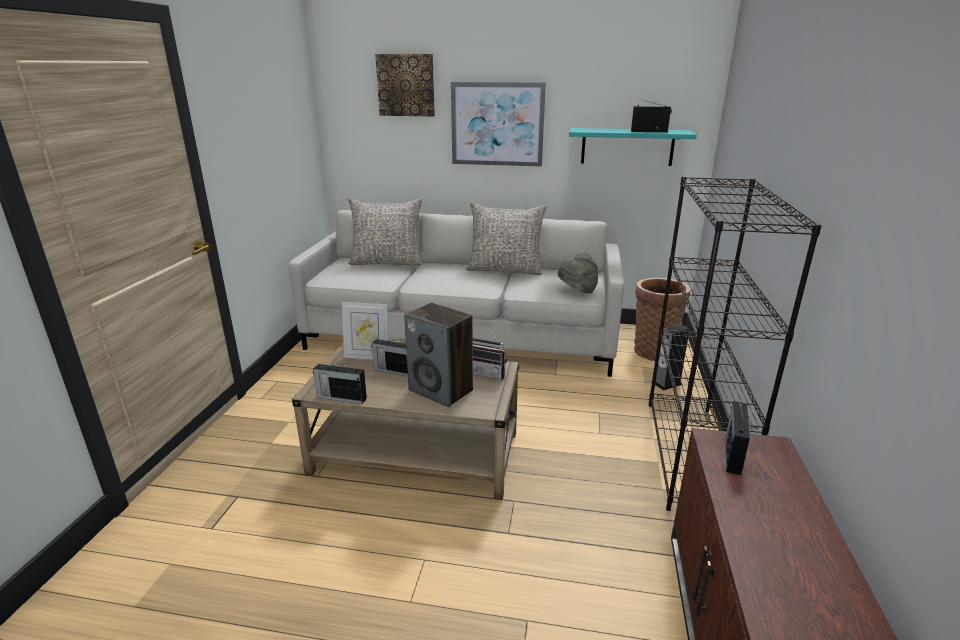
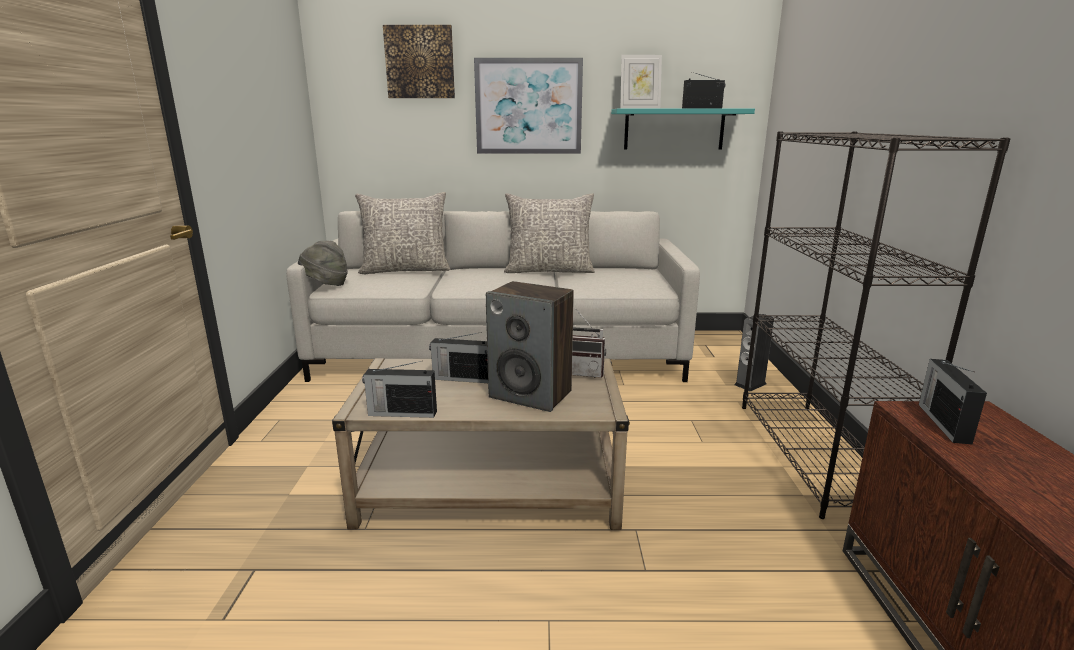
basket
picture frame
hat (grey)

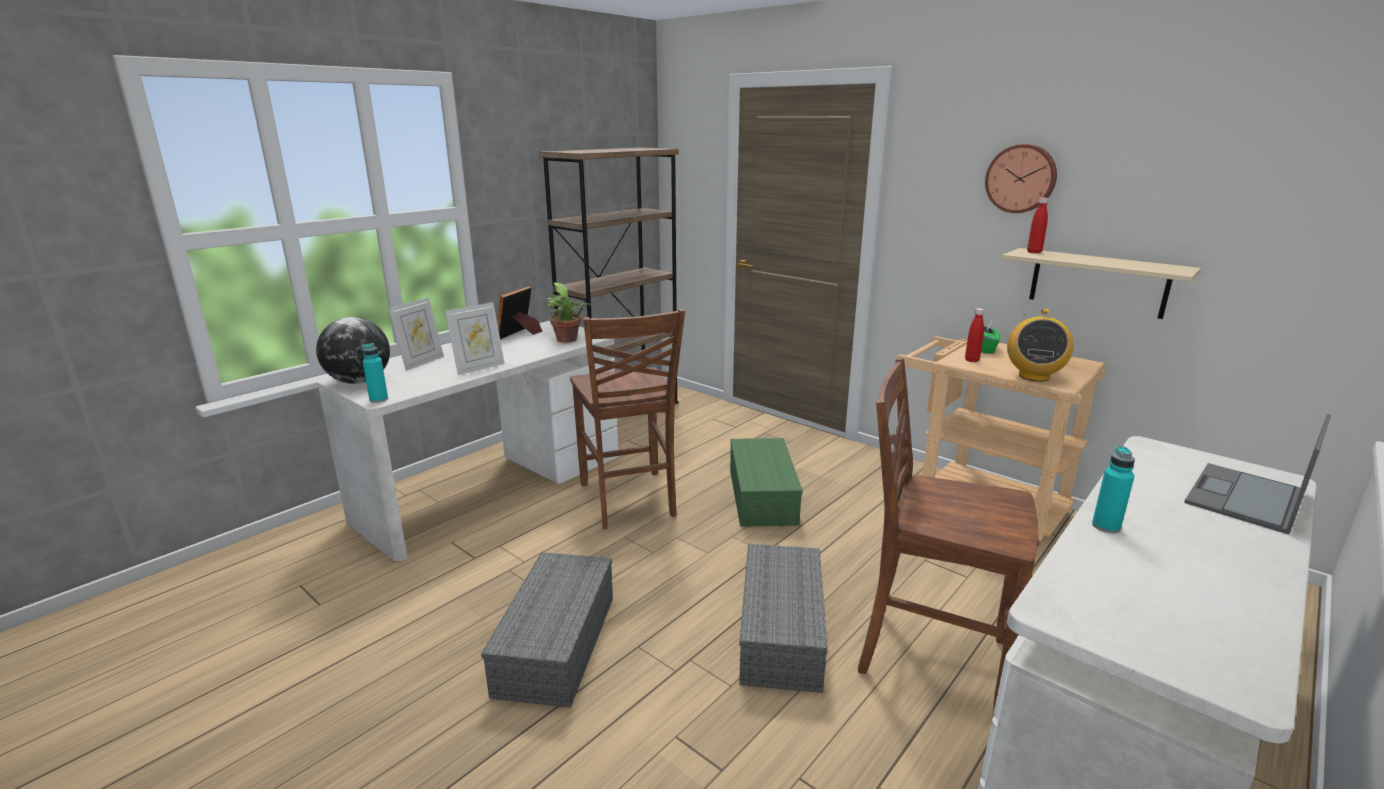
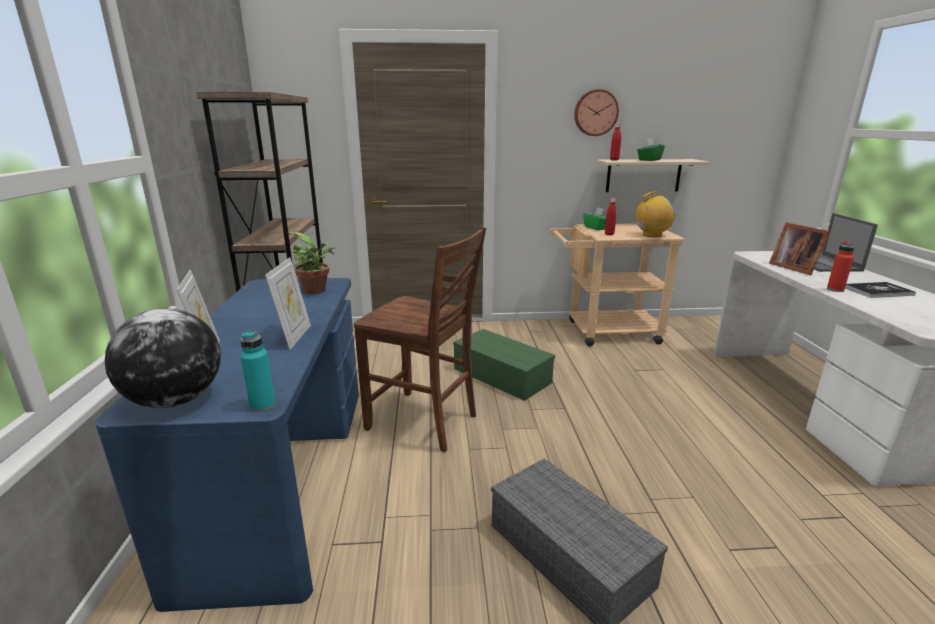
storage box (grey) (no. 2 from left in the first image)
chair (brown) (no. 2 from left in the first image)
tissue box (green) (no. 2 from left)
book
picture frame (no. 3 from left)
desk (blue)
bottle (red) (no. 3 from left)
radio

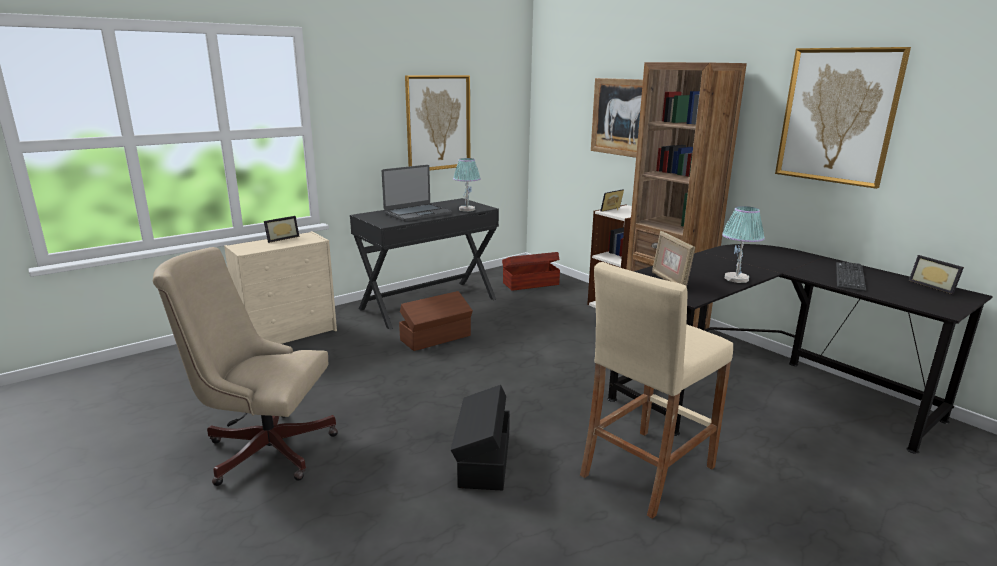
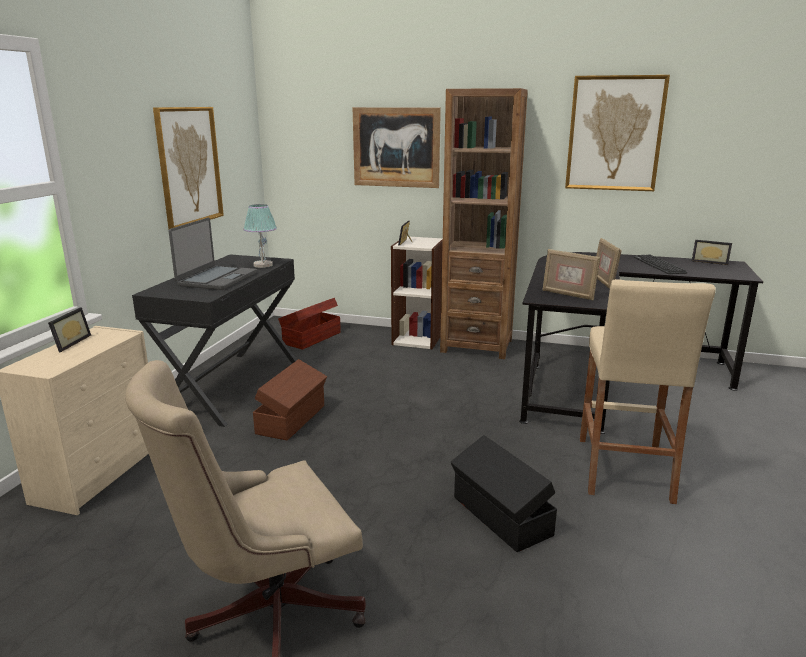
picture frame (no. 4 from left)

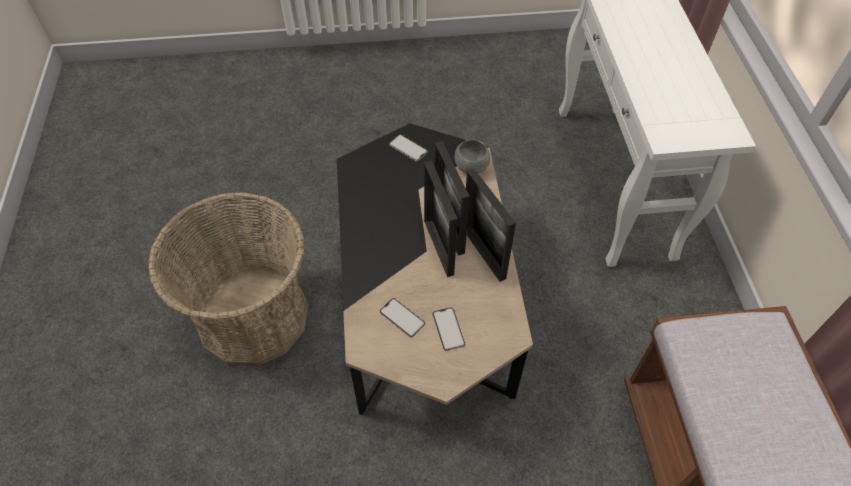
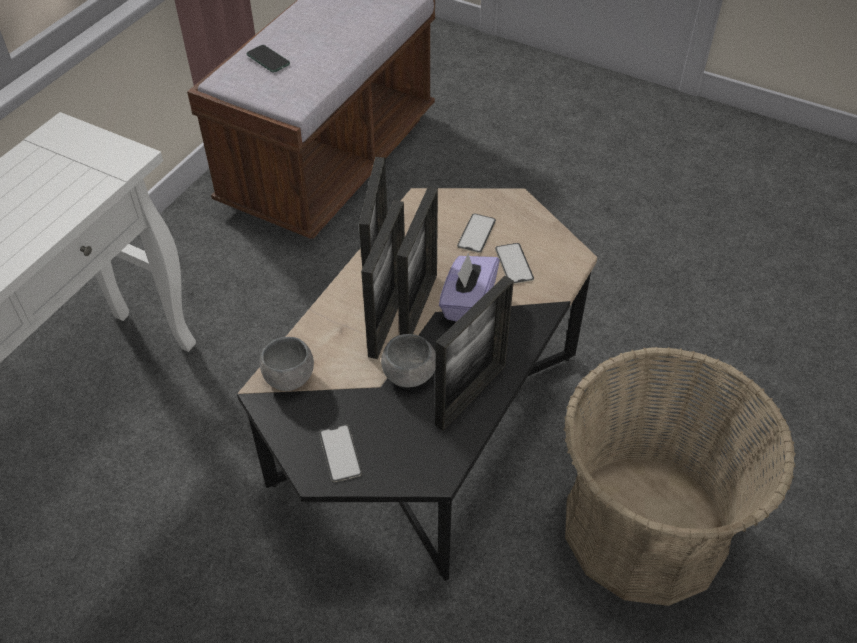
phone (no. 1 from left)
bowl (grey) (no. 2 from left)
picture frame (no. 4 from left)
tissue box (purple)

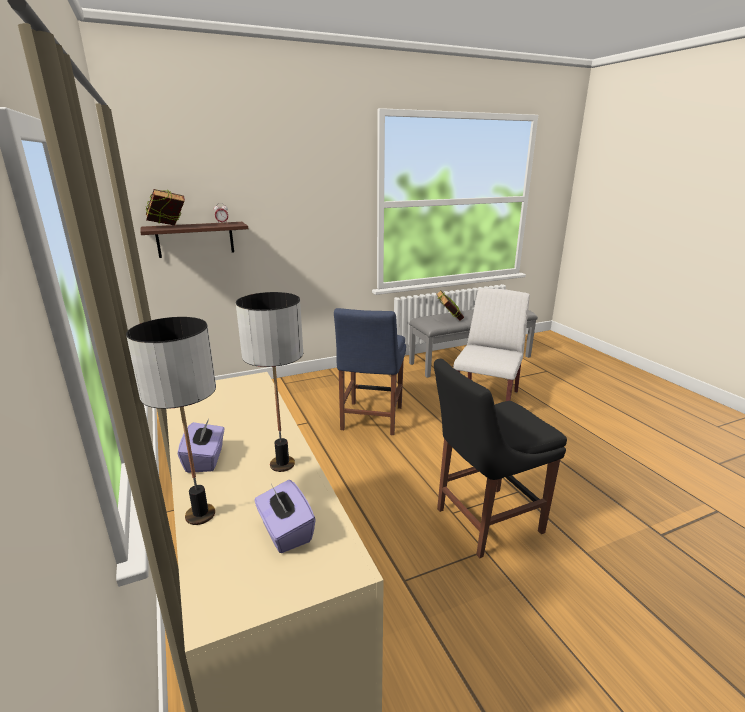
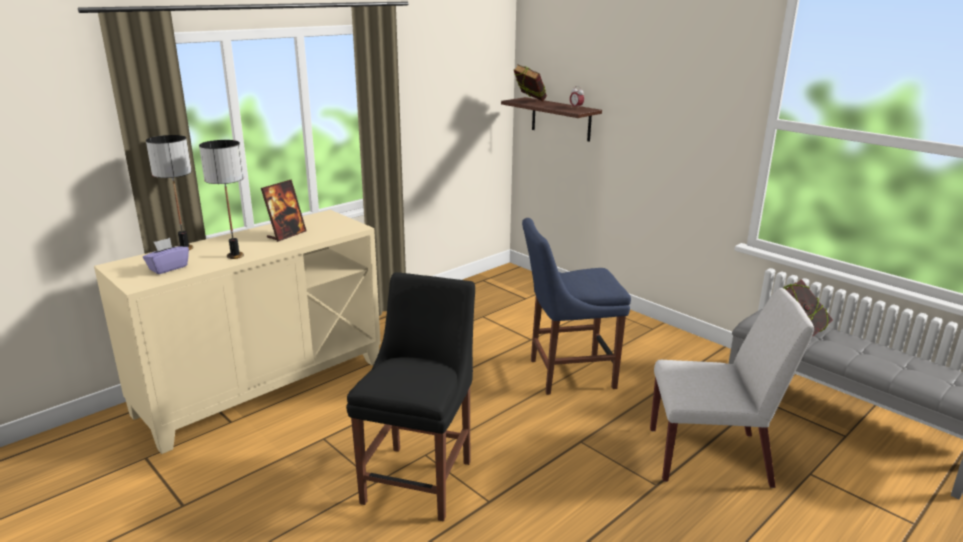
tissue box (purple) (no. 1 from left in the first image)
picture frame
chair (black)

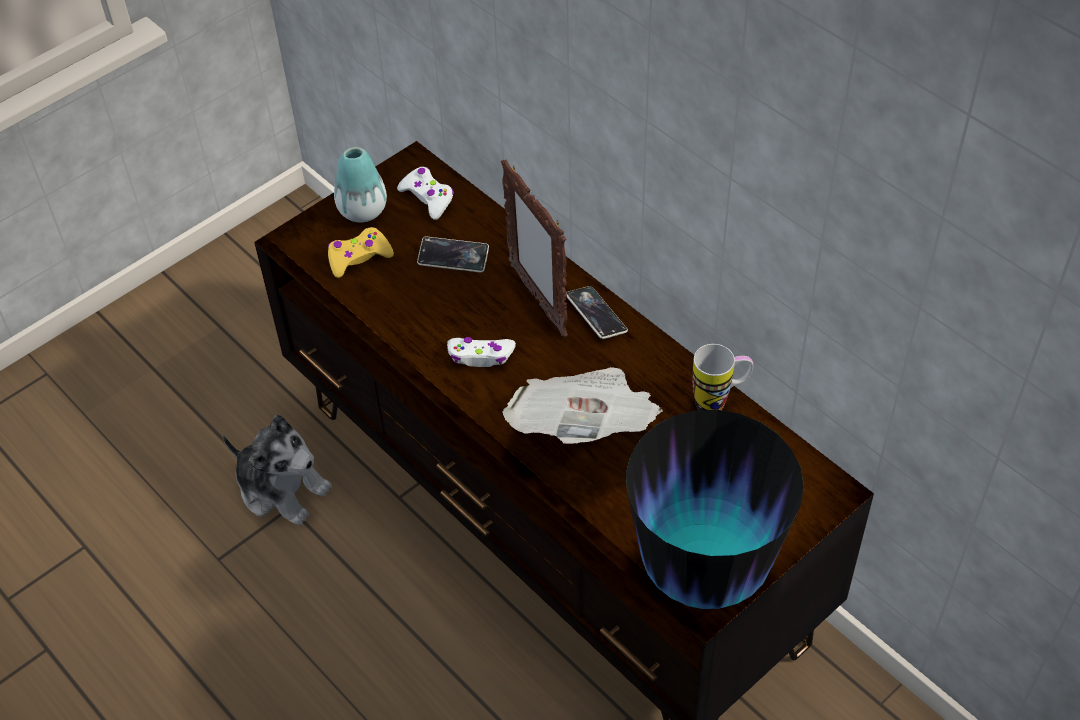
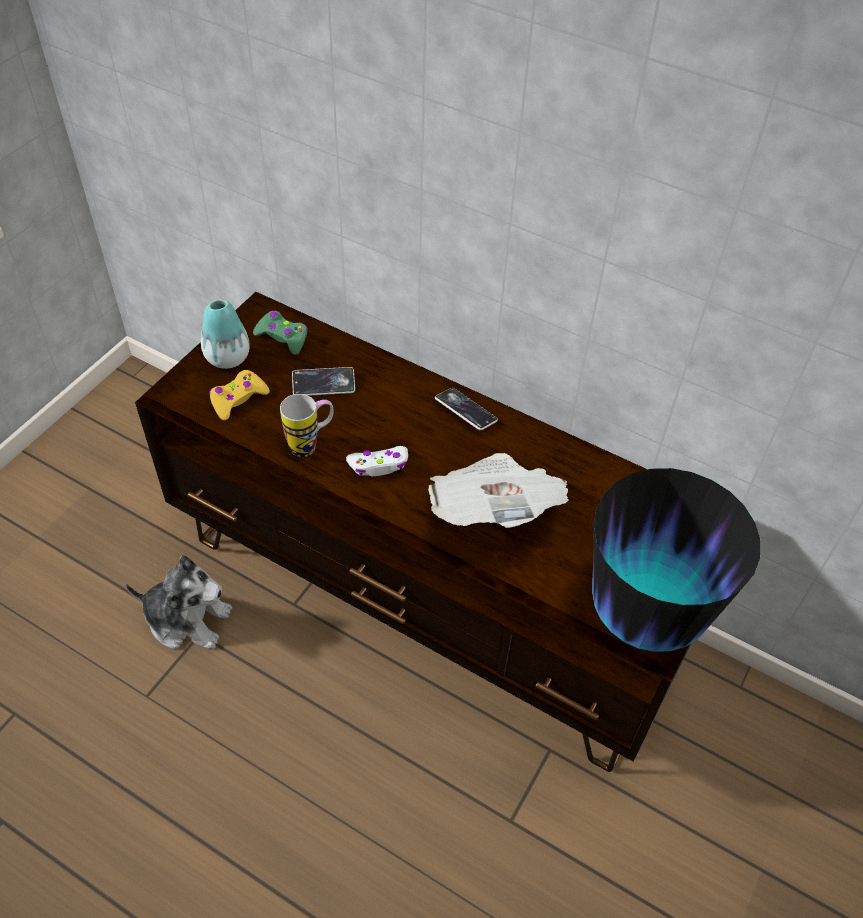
picture frame
mug
game controller (green)

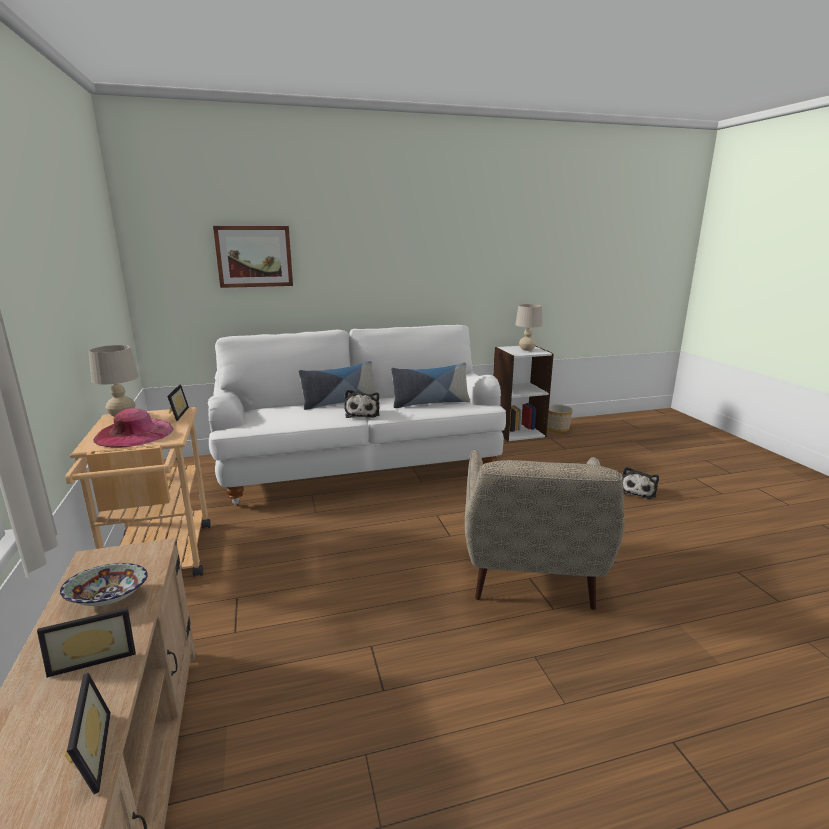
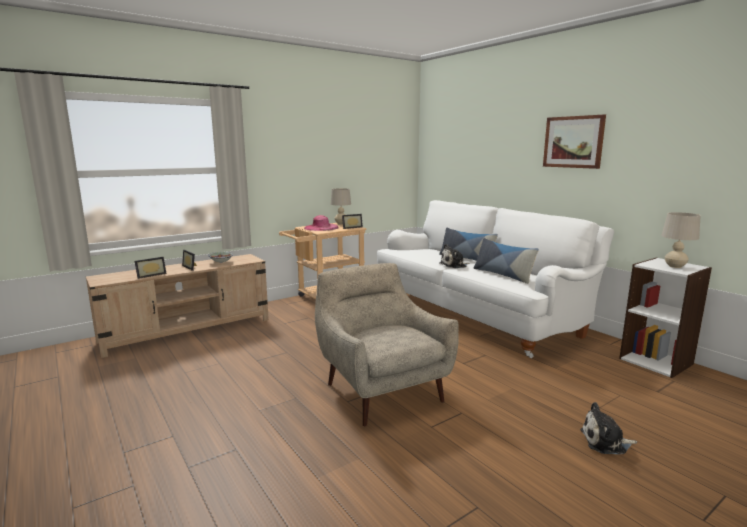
planter
picture
armchair (beige)

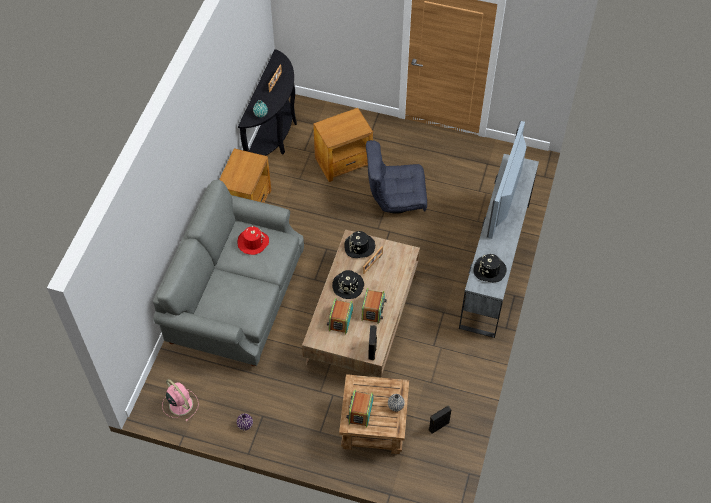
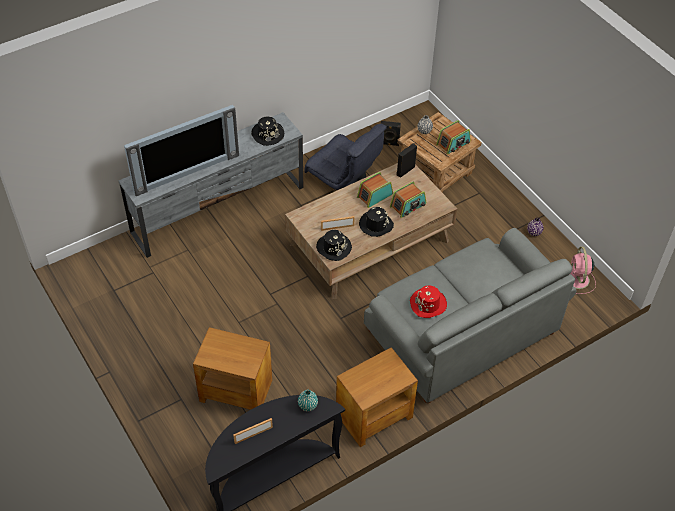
armchair (grey)

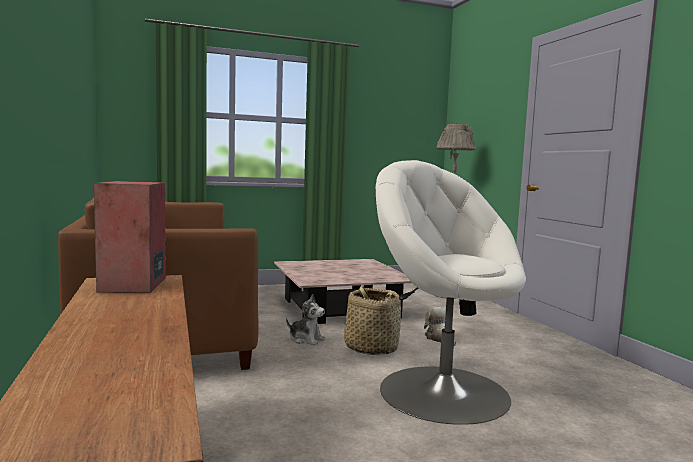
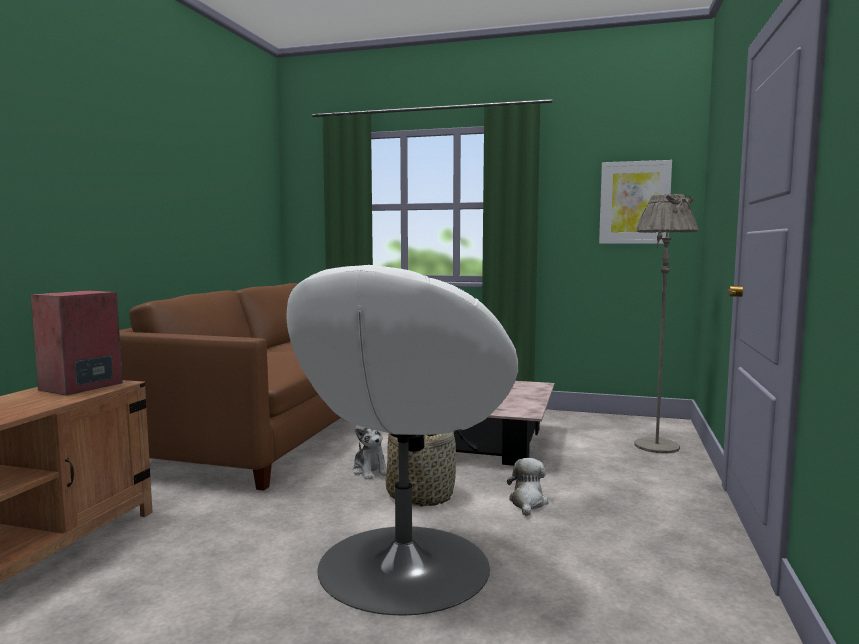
picture
armchair (white)

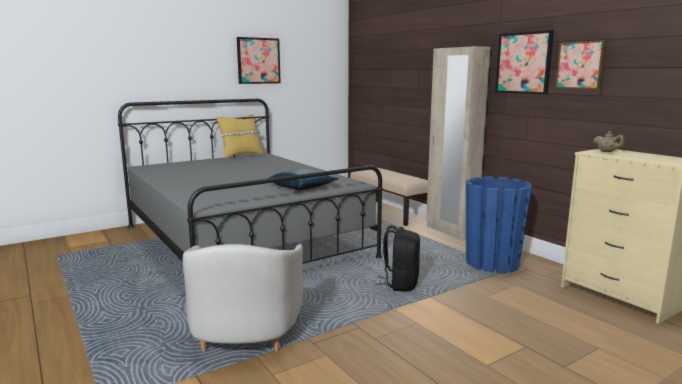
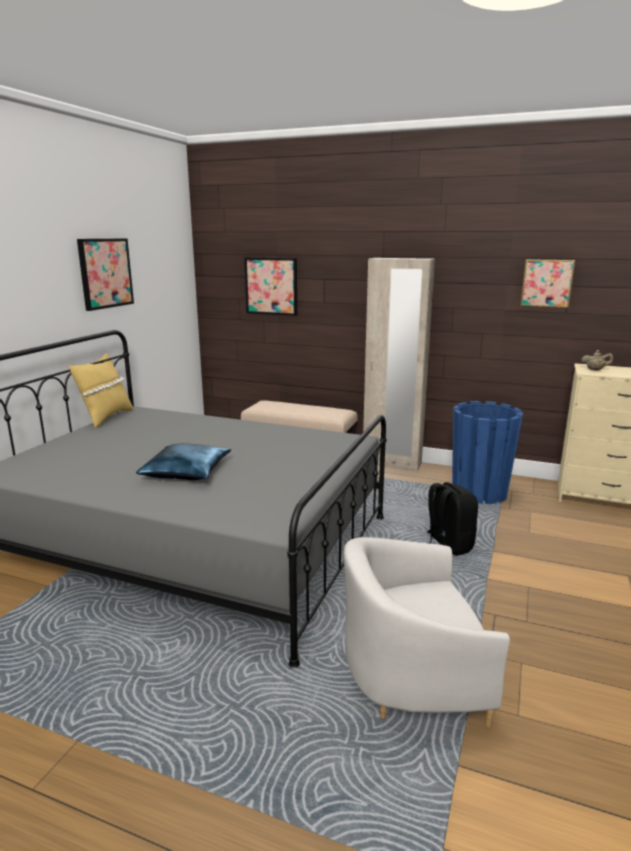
pillow (blue)
picture (no. 2 from left)
armchair (white)

